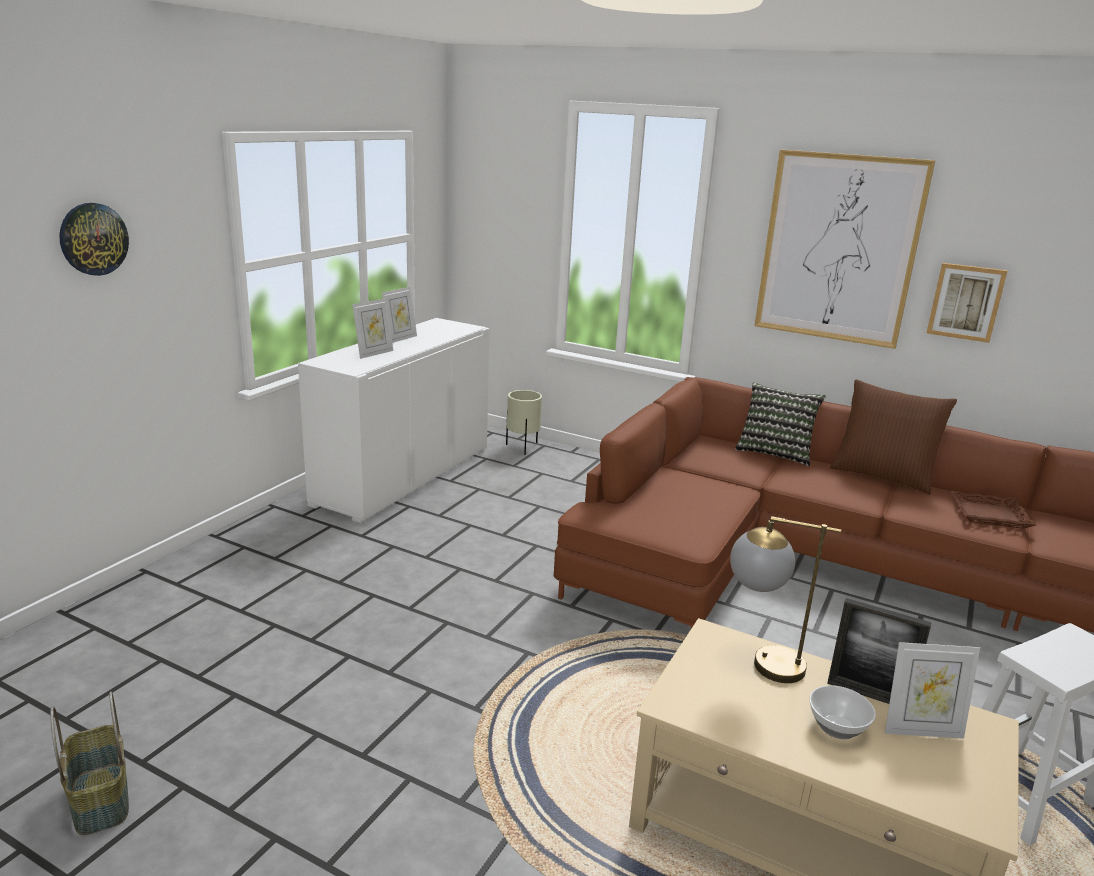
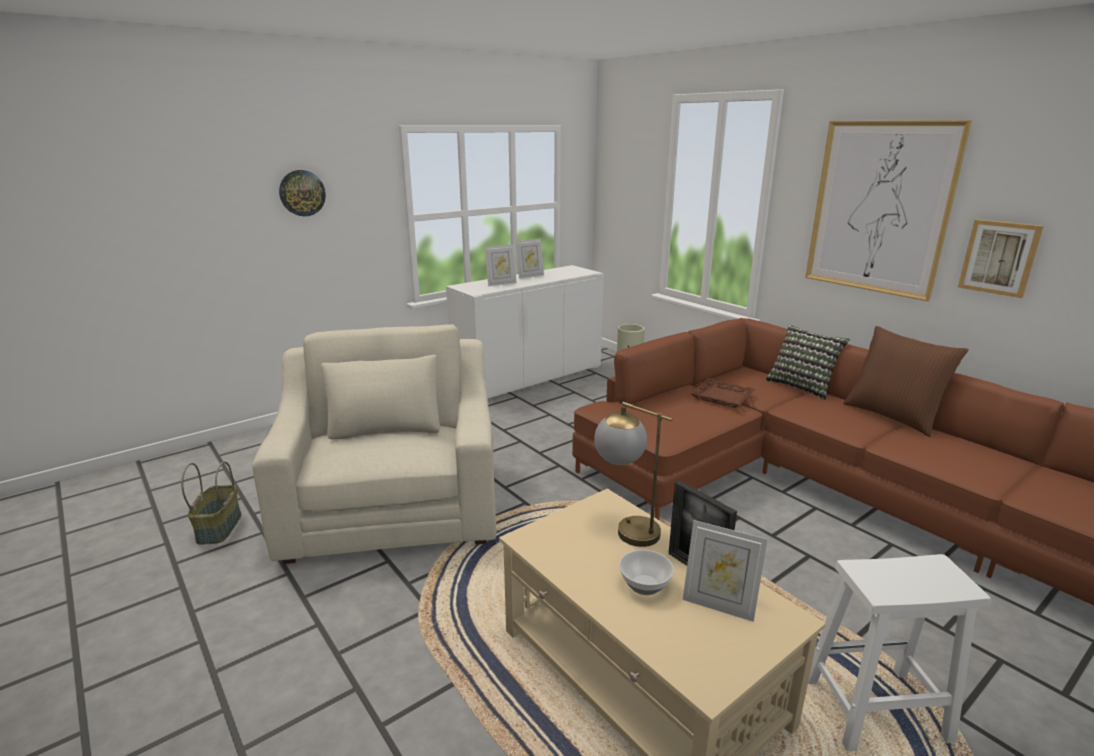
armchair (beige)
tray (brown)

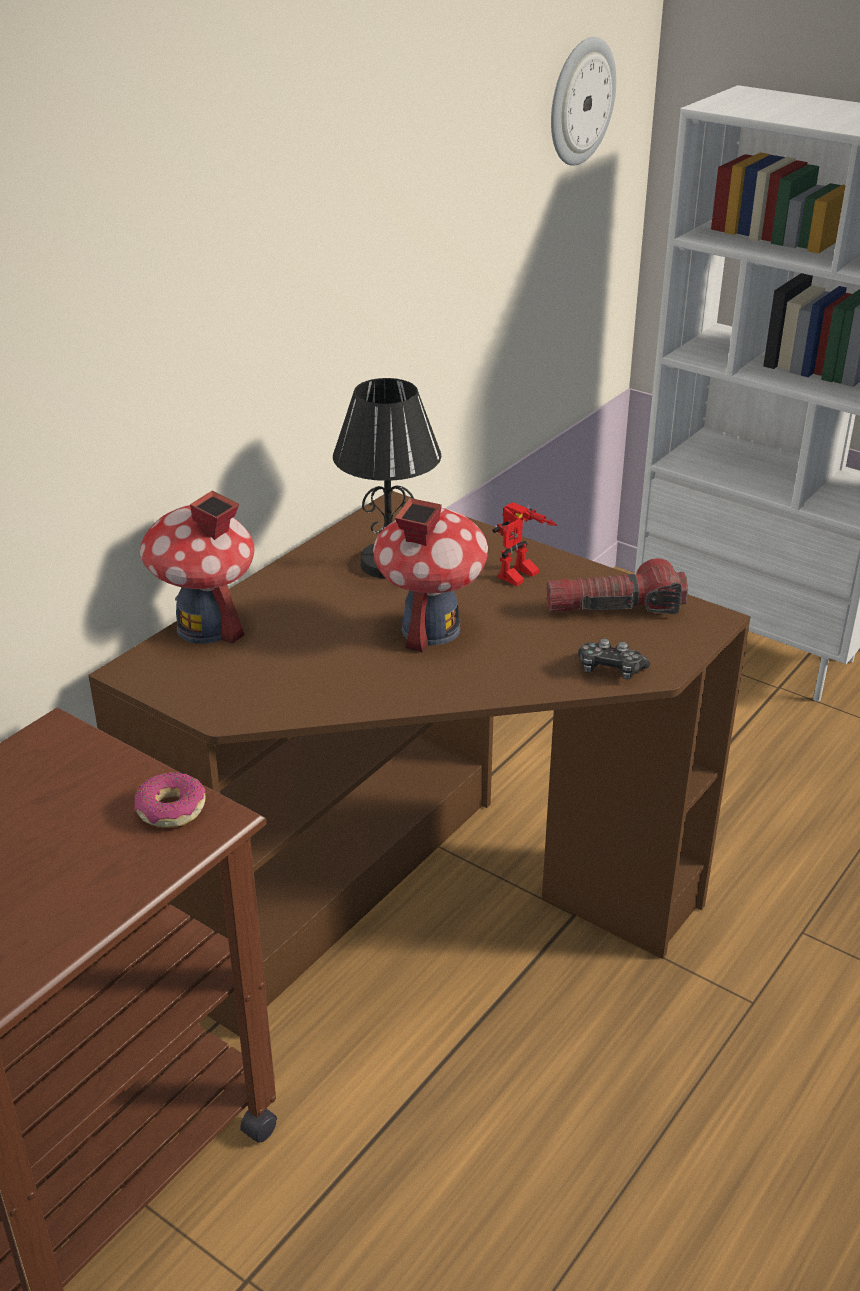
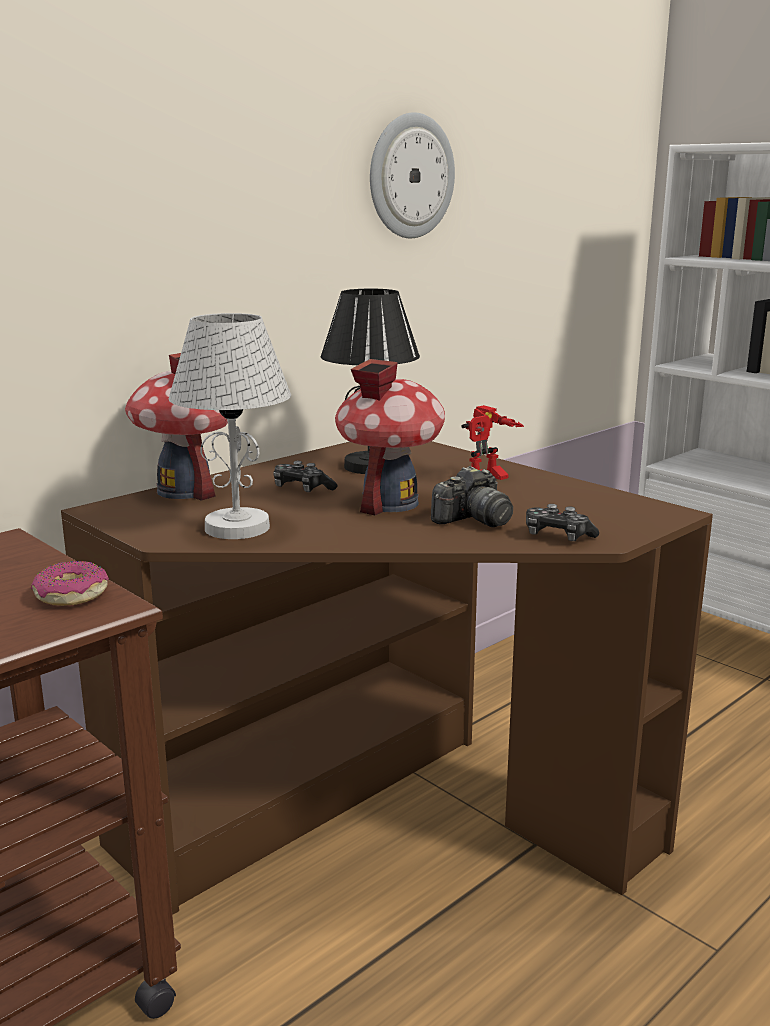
flashlight
table lamp (white)
game controller (no. 1 from left)
photo camera
wall clock

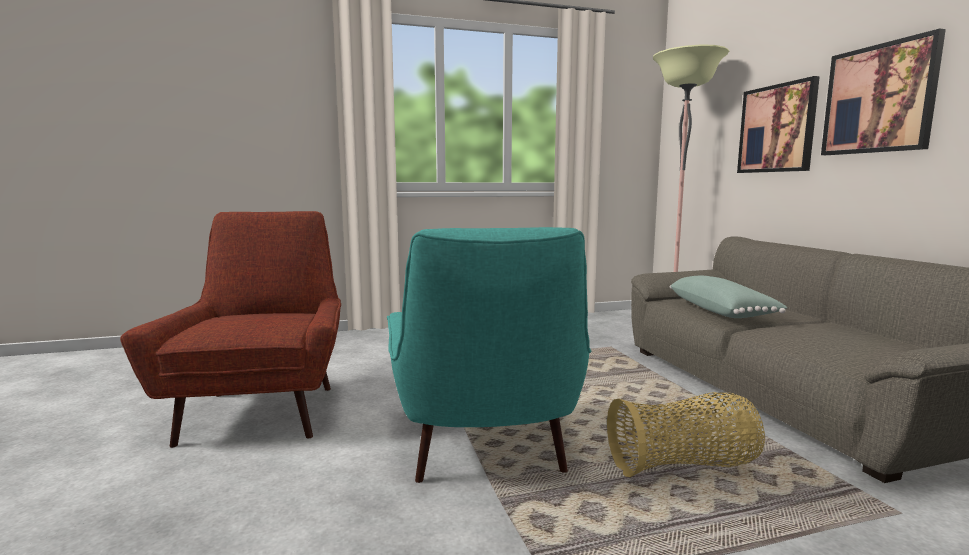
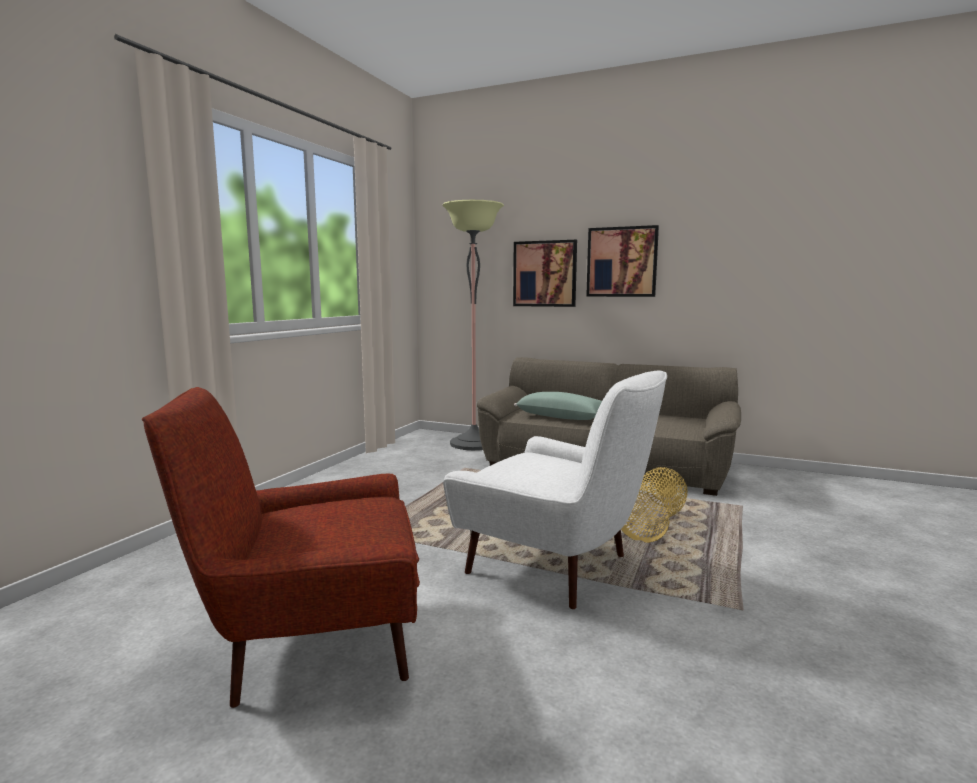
armchair (white)
armchair (red)

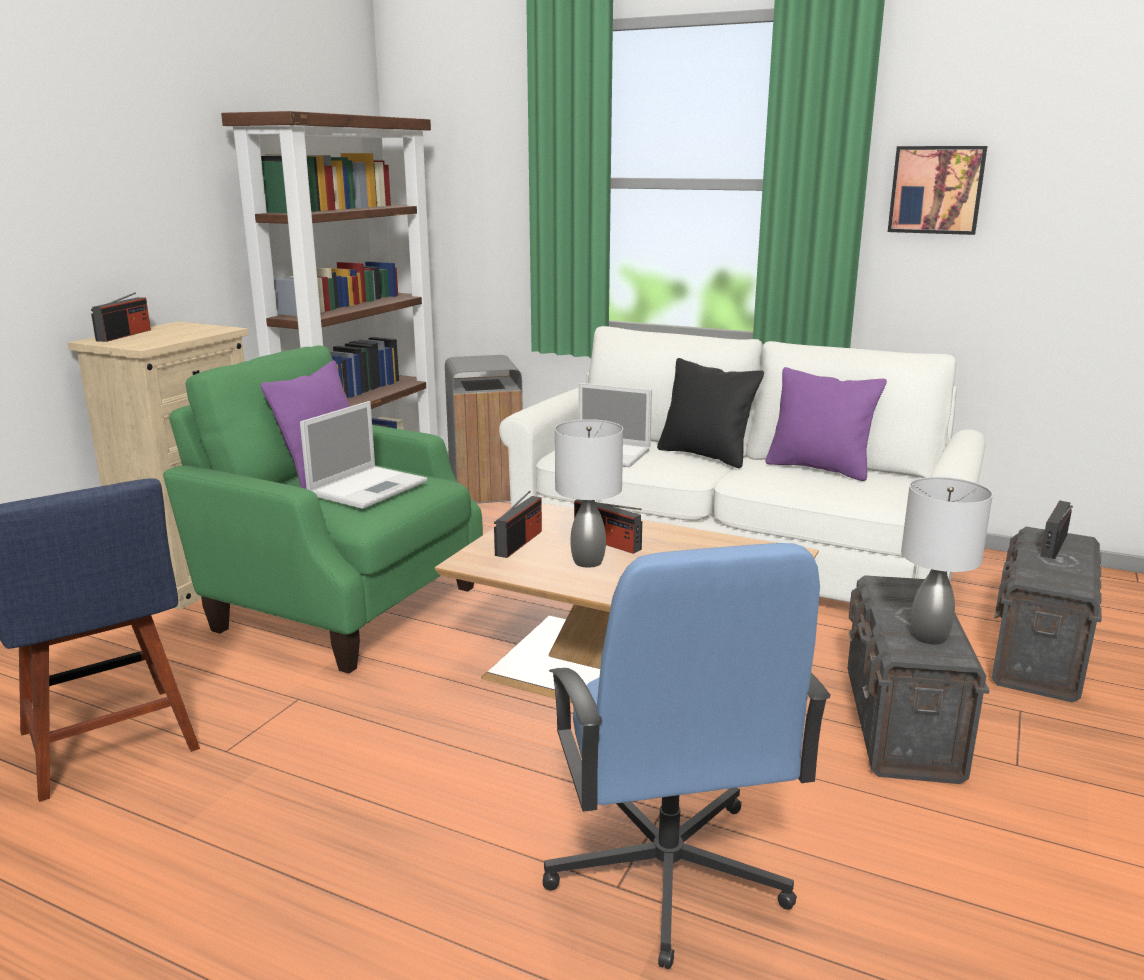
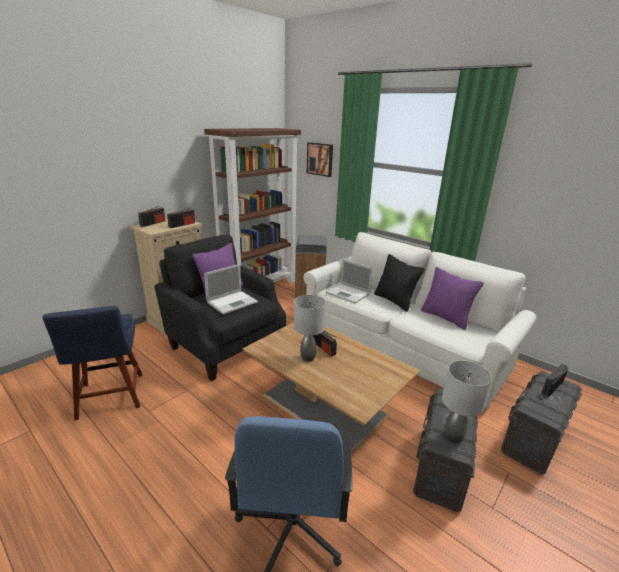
radio (no. 2 from left)
picture
armchair (black)

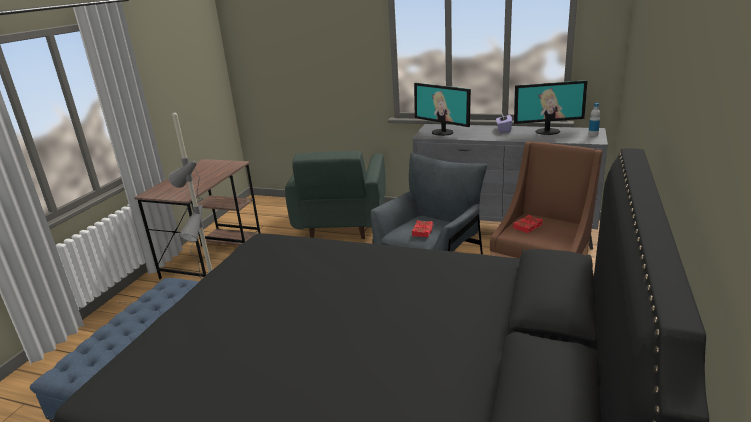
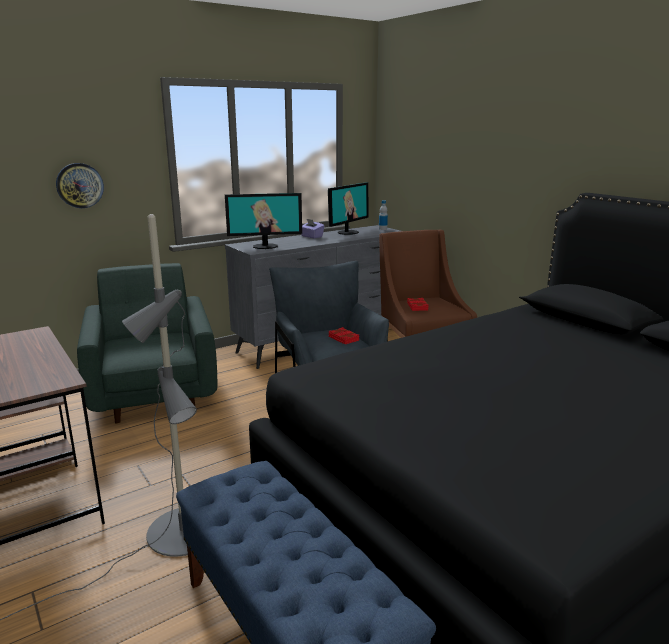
wall clock
armchair (green)

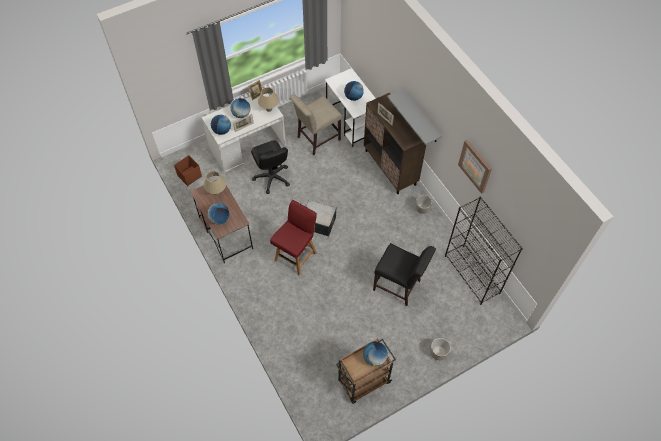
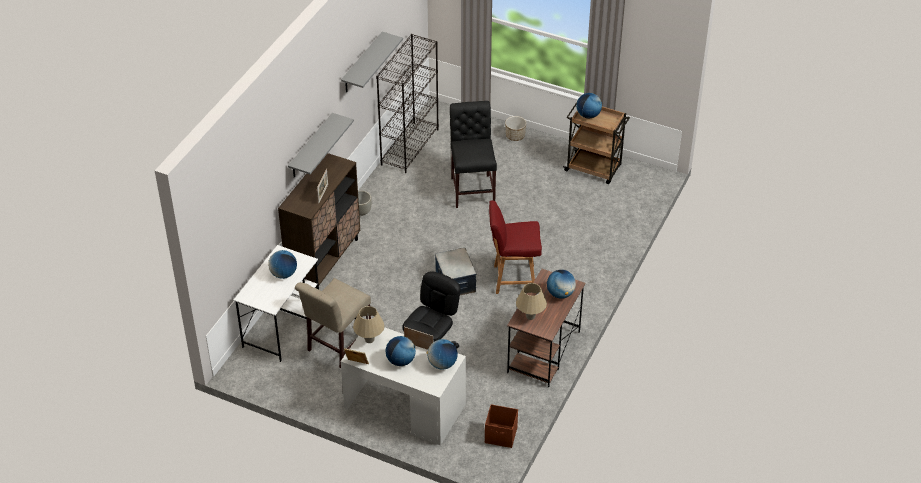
shelf (grey) (no. 2 from left)
chair (beige)

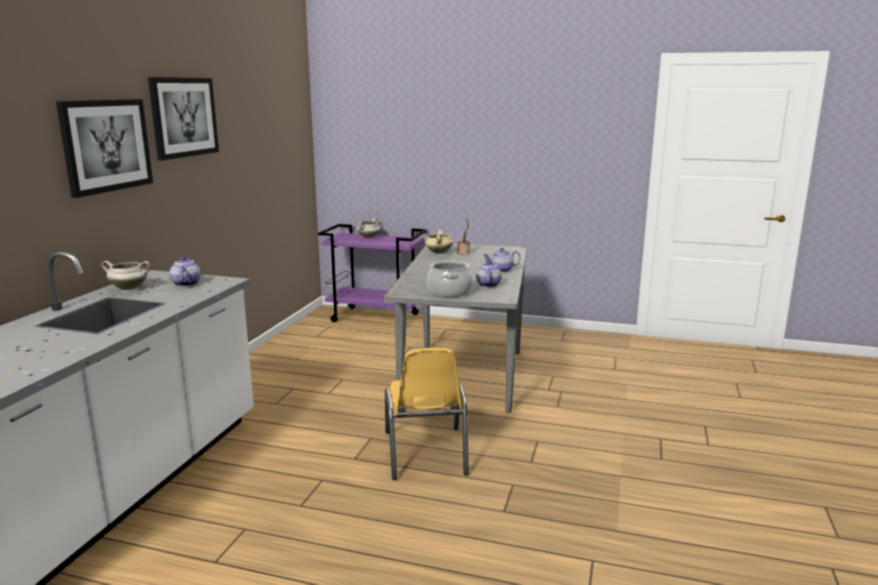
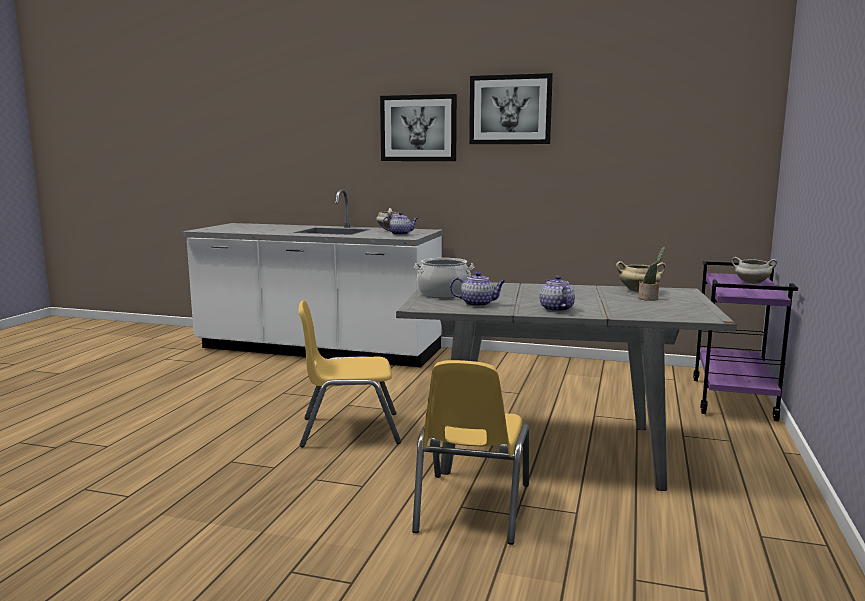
chair (yellow) (no. 2 from left)

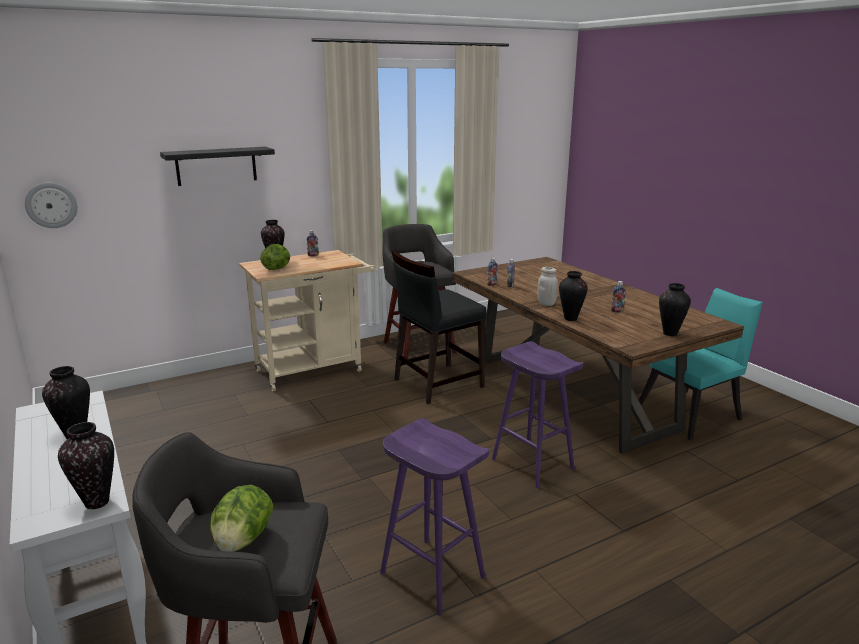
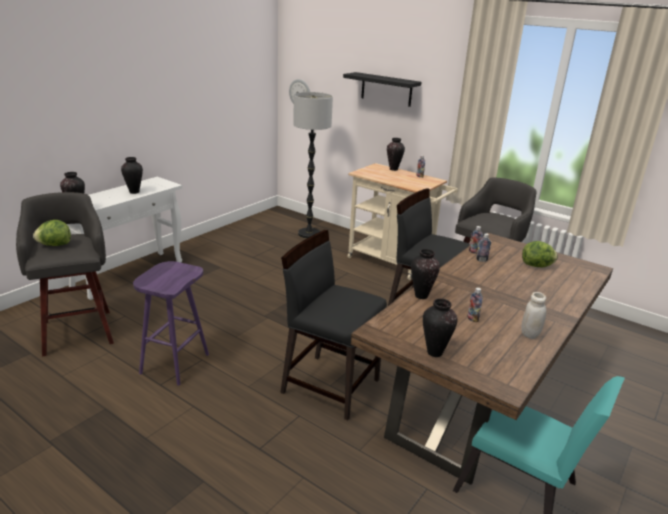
floor lamp
lettuce (no. 2 from left)
jar (white)
chair (black) (no. 1 from left)

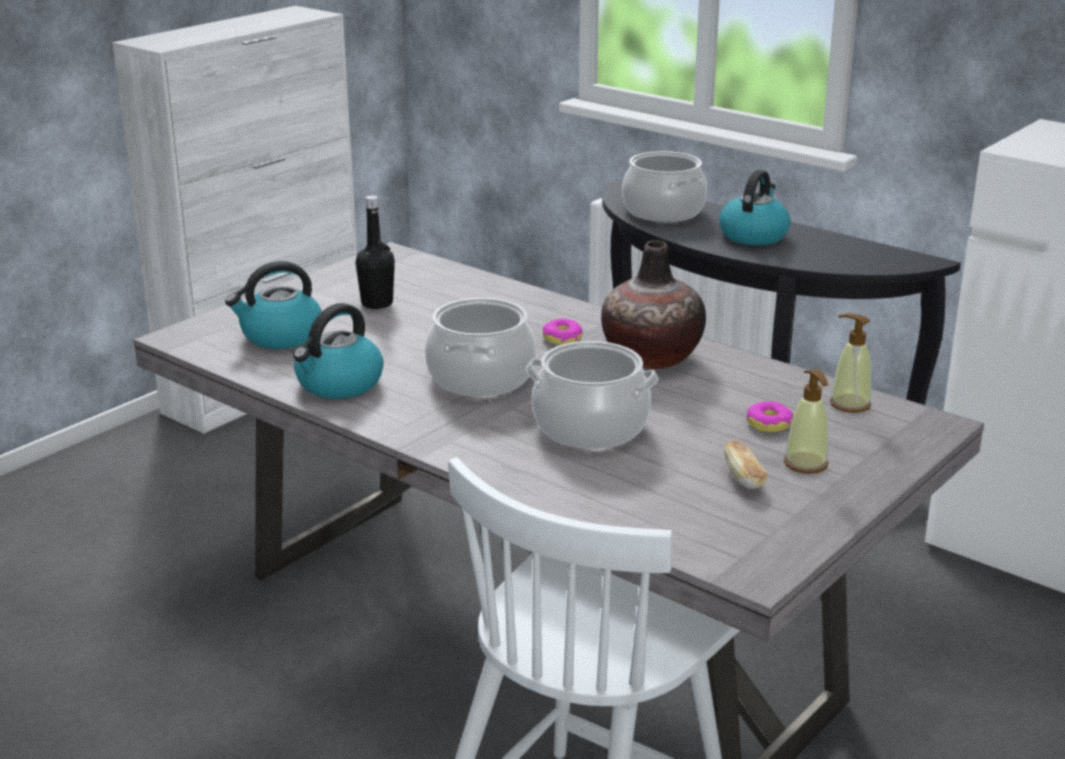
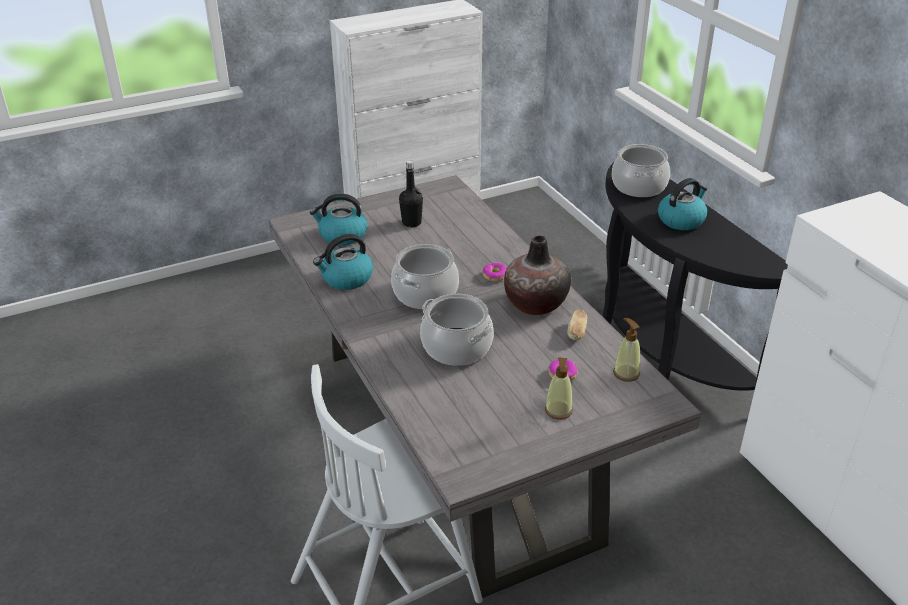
bread

